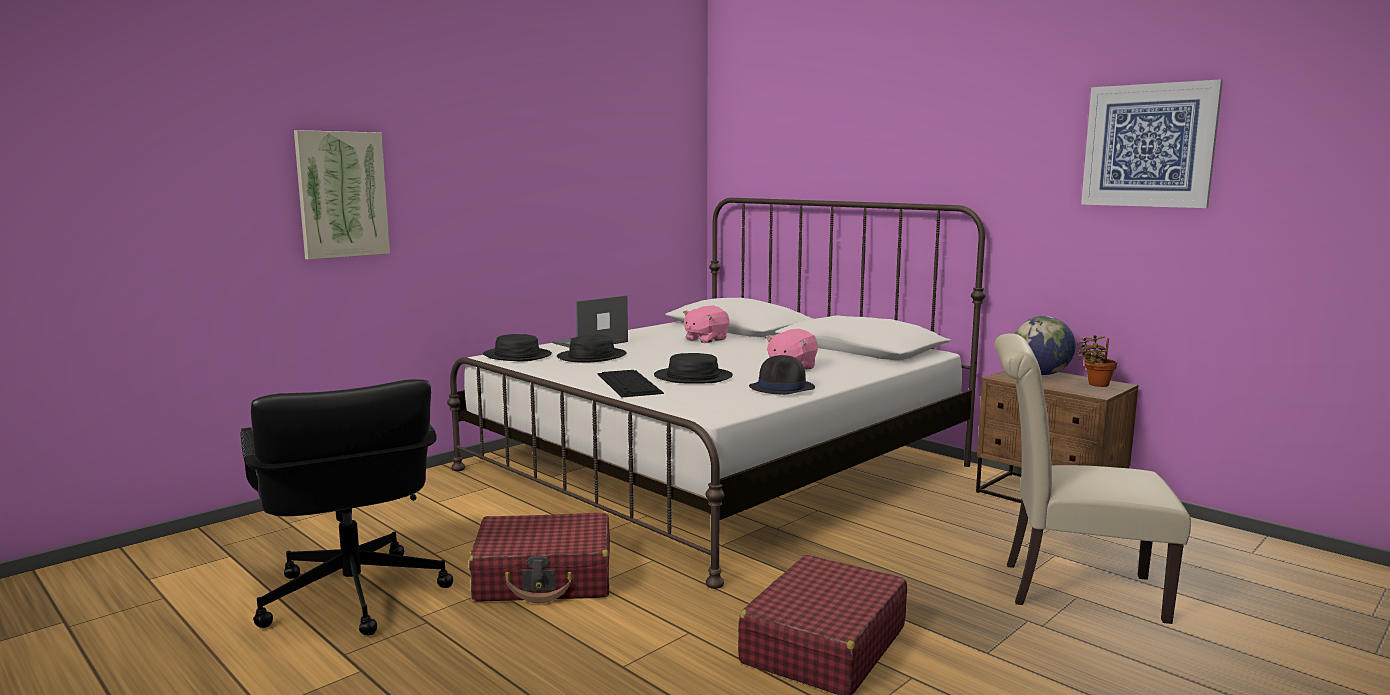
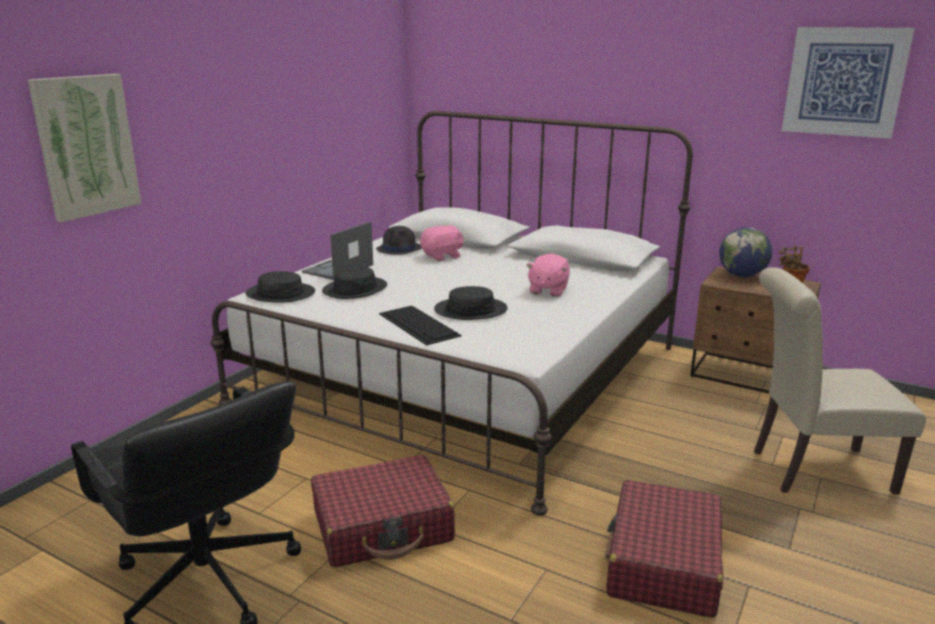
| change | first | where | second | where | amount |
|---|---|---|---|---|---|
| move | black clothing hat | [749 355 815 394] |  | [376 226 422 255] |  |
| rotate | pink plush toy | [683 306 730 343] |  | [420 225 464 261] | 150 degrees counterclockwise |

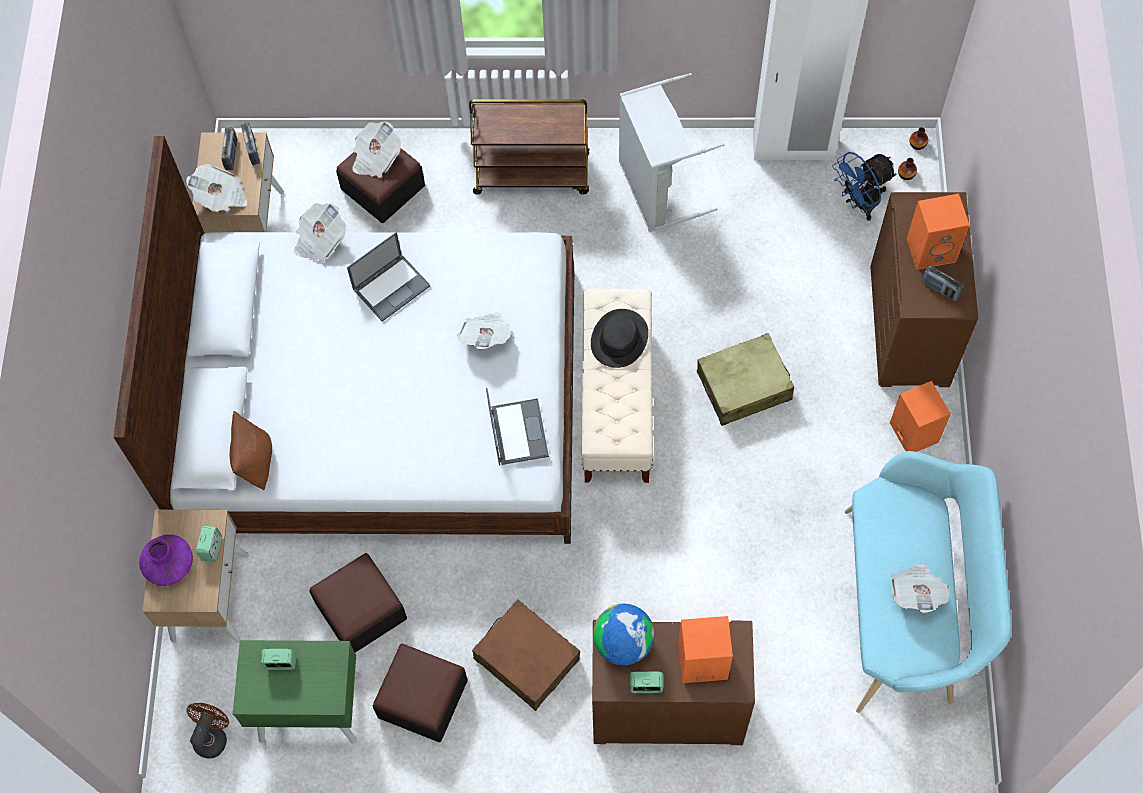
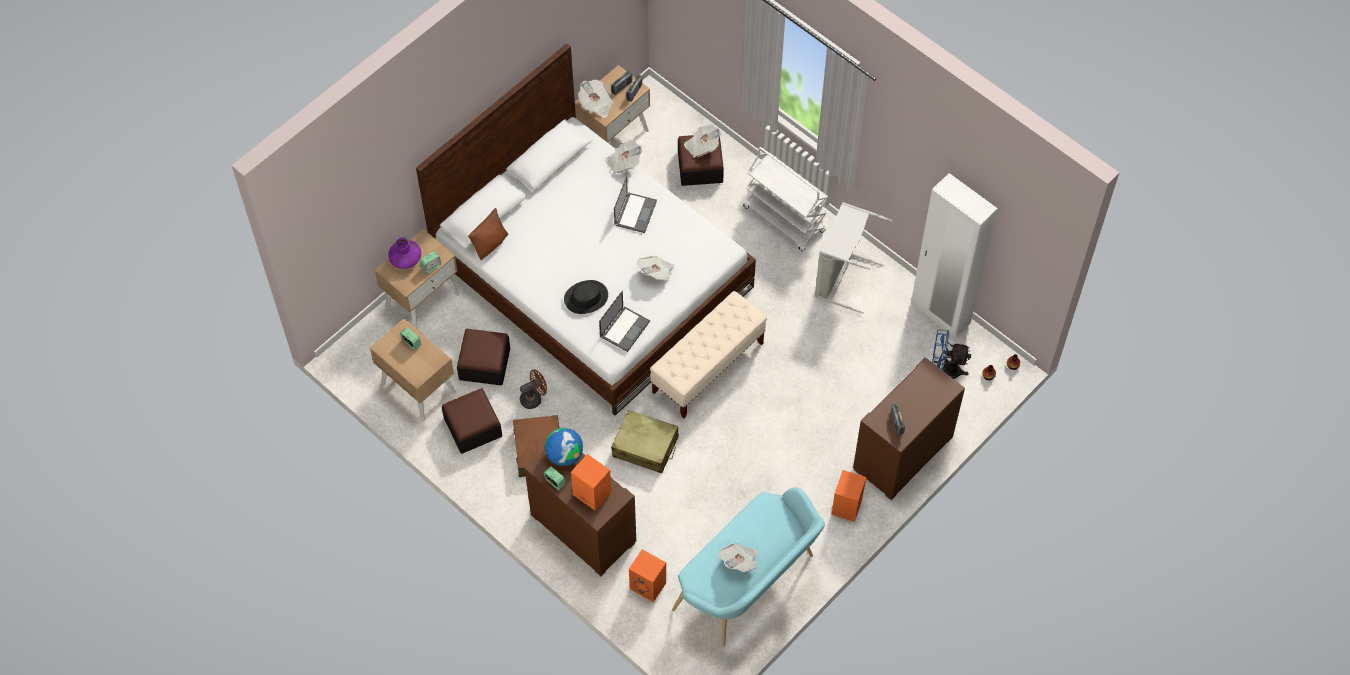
| change | first | where | second | where | amount |
|---|---|---|---|---|---|
| recolor | green nightstand | [233 640 361 744] | beige nightstand | [370 318 456 421] |  |
| move | brownish fan | [186 703 229 759] |  | [520 369 547 409] |  |
| move | black clothing hat | [591 309 648 368] |  | [564 280 608 314] |  |
| move | beige suitcase | [697 333 794 426] |  | [611 410 679 473] |  |
| rotate | notebook computer | [347 232 430 322] |  | [614 176 657 233] | 75 degrees counterclockwise |
| move | orange-coloured loudspeaker | [907 194 970 270] |  | [629 549 666 602] |  |
| recolor | brownish trolley | [469 99 589 195] | white-coloured trolley | [743 147 828 251] |  |

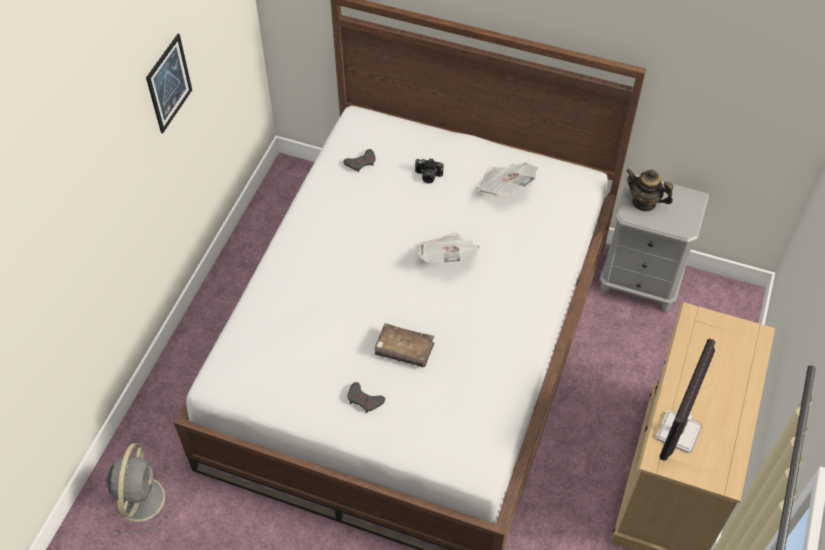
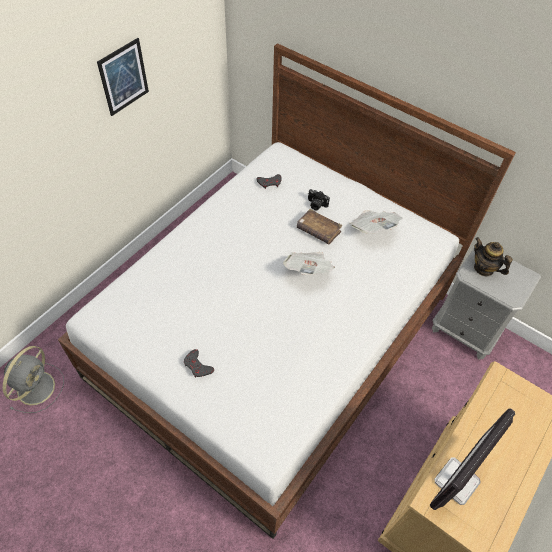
| change | first | where | second | where | amount |
|---|---|---|---|---|---|
| move | brownish volume | [375 323 435 368] |  | [297 209 343 244] |  |

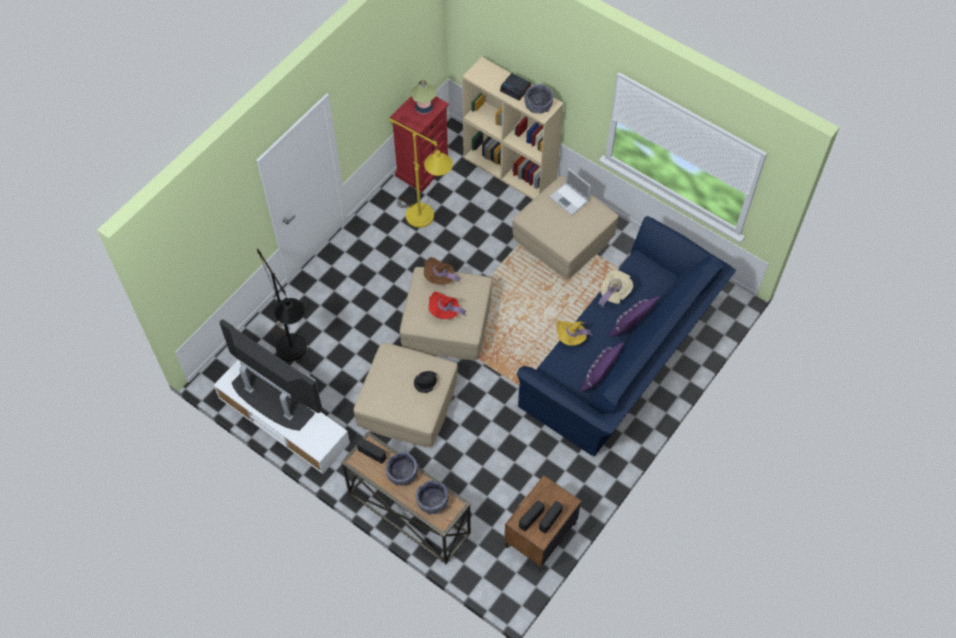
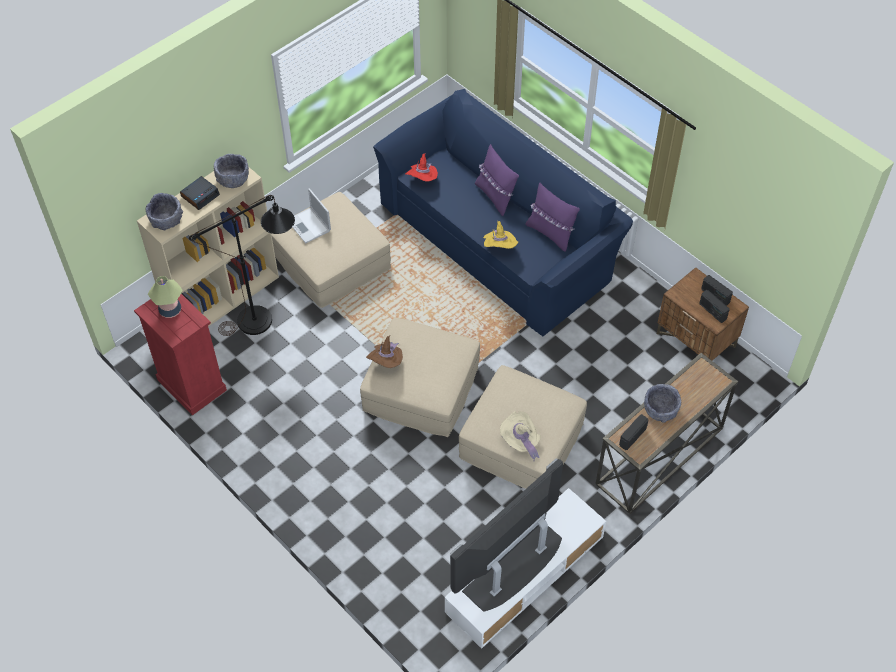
| change | first | where | second | where | amount |
|---|---|---|---|---|---|
| move | greyish serving bowl | [416 481 449 514] |  | [145 193 183 230] |  |
| move | black floor lamp | [257 248 307 361] |  | [189 195 295 336] |  |
| rotate | notebook computer | [549 168 591 215] |  | [293 188 331 243] | 90 degrees clockwise |
| move | red-coloured clothing hat | [429 292 467 319] |  | [405 154 438 182] |  |
| move | beige clothing hat | [597 270 633 308] |  | [500 411 541 461] |  |
| delete | yellow-coloured floor lamp | [389 117 453 228] |  |  |  |
| delete | black clothing hat | [414 371 438 393] |  |  |  |

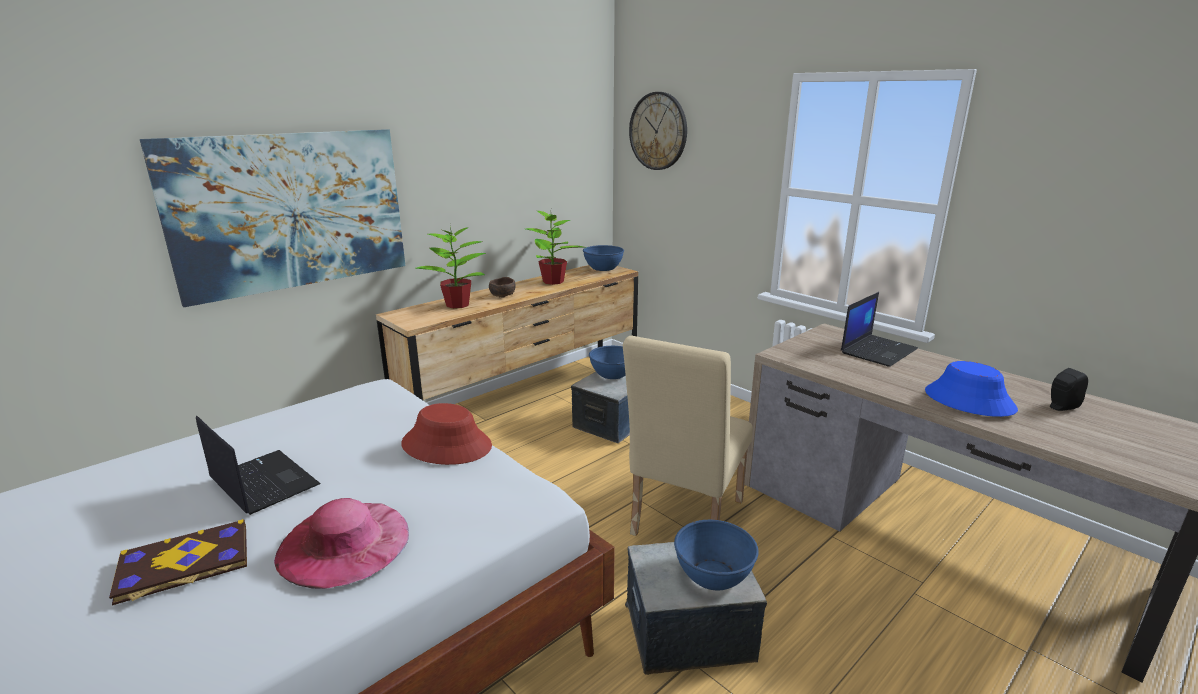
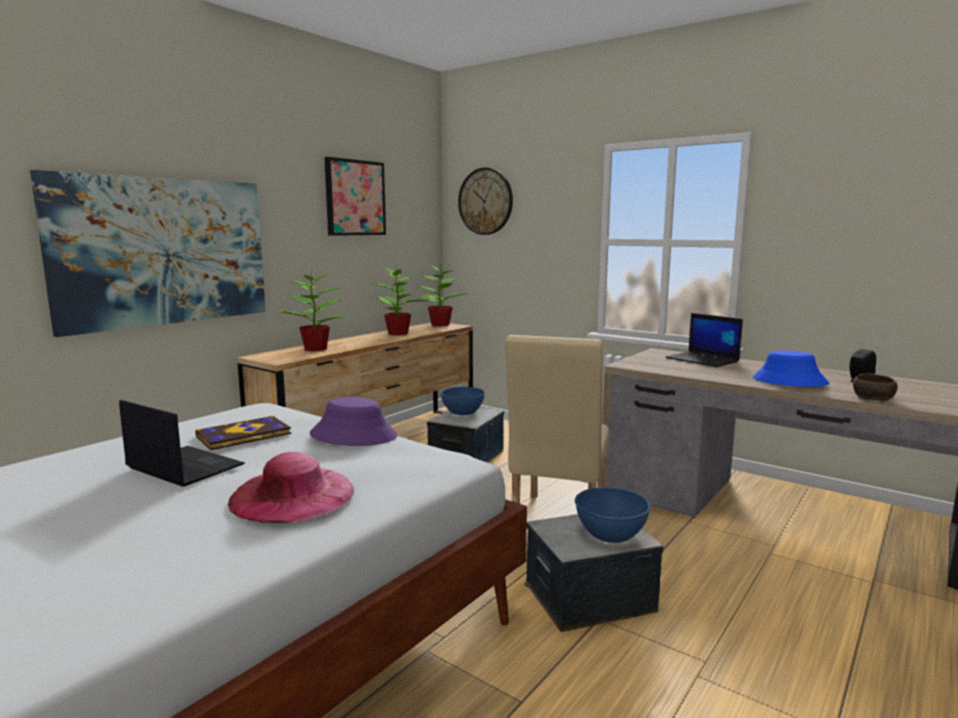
| change | first | where | second | where | amount |
|---|---|---|---|---|---|
| move | volume | [109 519 247 605] |  | [195 415 291 450] |  |
| recolor | red-coloured clothing hat | [401 403 492 465] | purplish clothing hat | [310 397 397 446] |  |
| insert |  |  | wall picture | [324 157 386 236] |  |
| replace | blue-coloured serving bowl | [583 245 624 271] | houseplant | [417 264 469 326] |  |
| rotate | notebook computer | [841 292 918 367] |  | [666 313 743 367] | 105 degrees clockwise |
| move | brownish serving bowl | [489 277 516 298] |  | [853 373 898 401] |  |

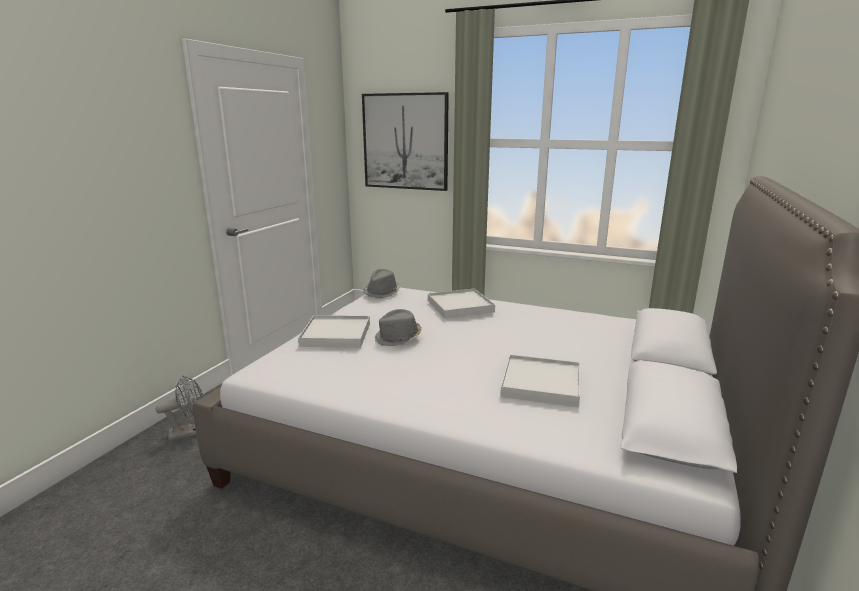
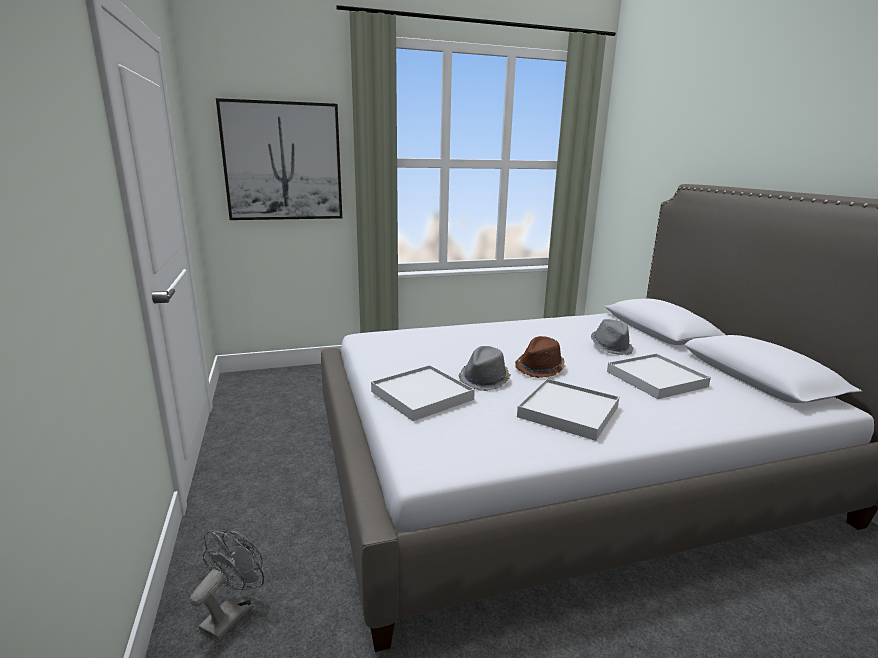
| change | first | where | second | where | amount |
|---|---|---|---|---|---|
| insert |  |  | brownish clothing hat | [515 336 565 378] |  |
| move | white-coloured tray | [428 289 495 318] |  | [517 379 619 441] |  |
| move | greyish clothing hat | [363 269 400 299] |  | [591 319 633 355] |  |

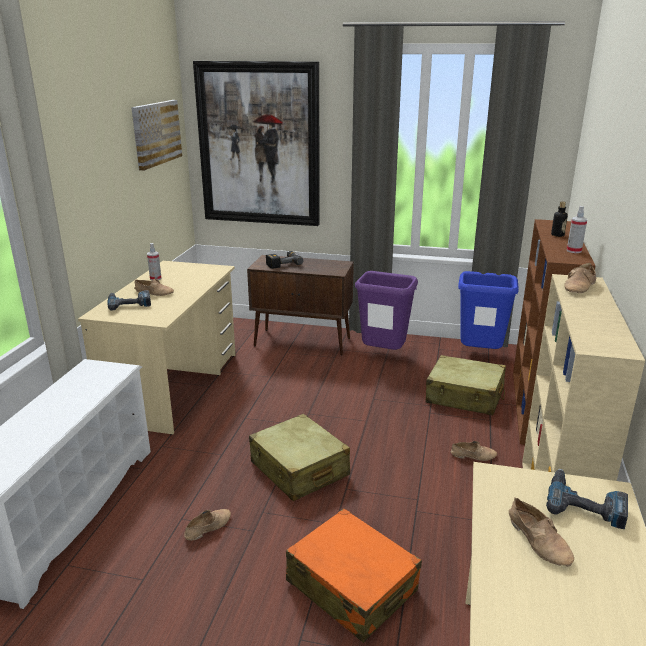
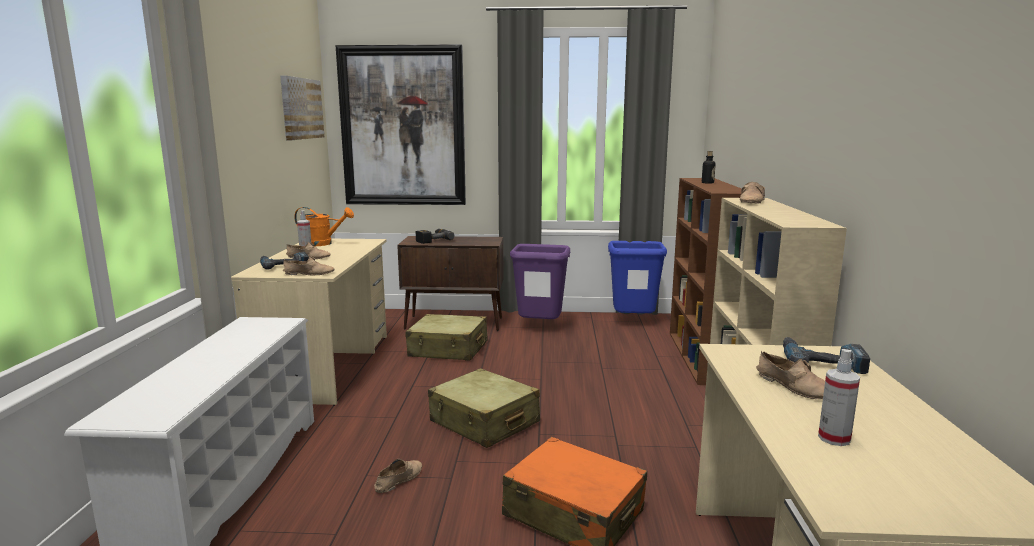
| change | first | where | second | where | amount |
|---|---|---|---|---|---|
| move | beige item of footwear | [451 441 497 461] |  | [283 256 334 275] |  |
| insert |  |  | orange-coloured sprinkling can | [294 207 354 246] |  |
| move | beige suitcase | [426 355 506 415] |  | [405 314 488 361] |  |
| move | hand sprayer | [567 206 587 253] |  | [818 349 860 446] |  |

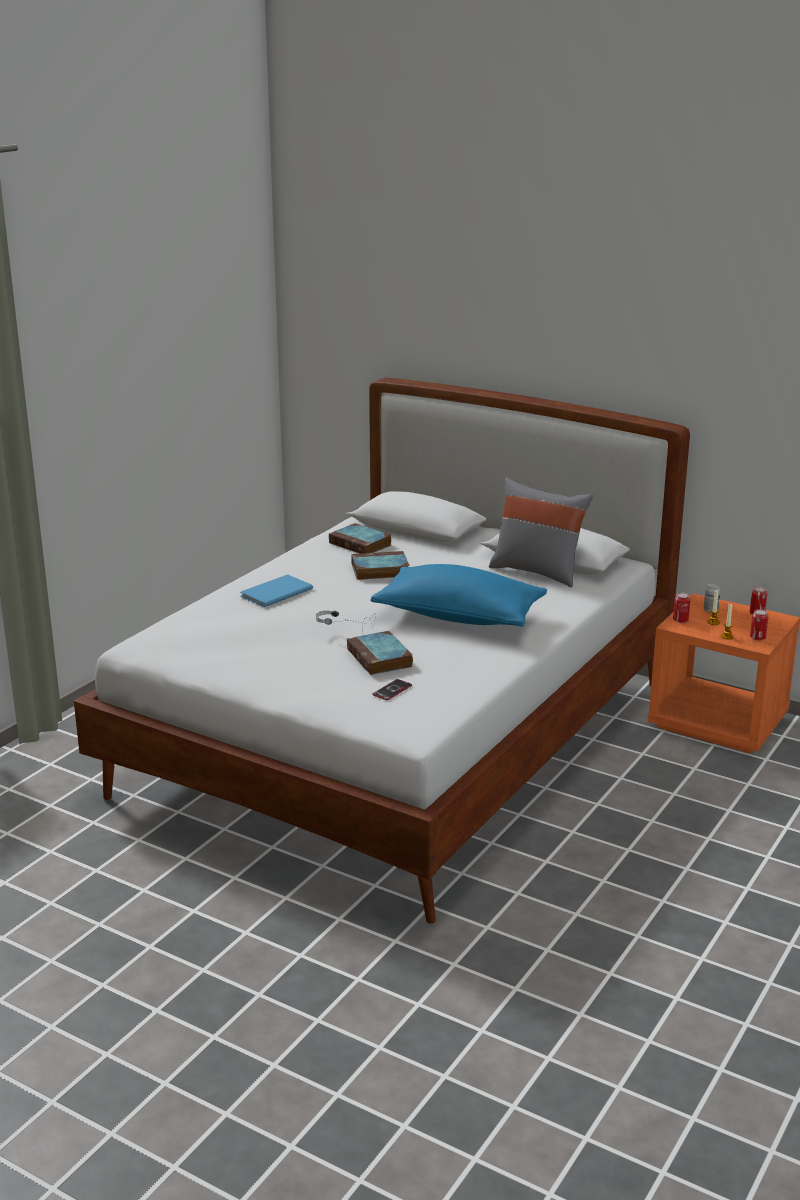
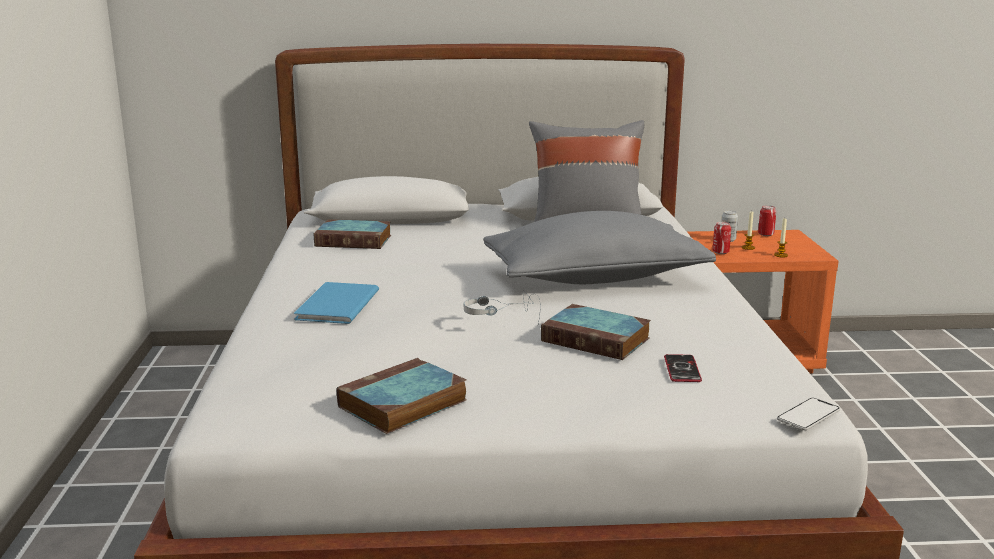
| change | first | where | second | where | amount |
|---|---|---|---|---|---|
| move | volume | [351 551 410 580] |  | [337 358 467 434] |  |
| recolor | blue-coloured pillow | [370 564 547 627] | greyish pillow | [483 211 716 284] |  |
| insert |  |  | phone | [777 398 840 430] |  |
| delete | can | [750 609 768 641] |  |  |  |

